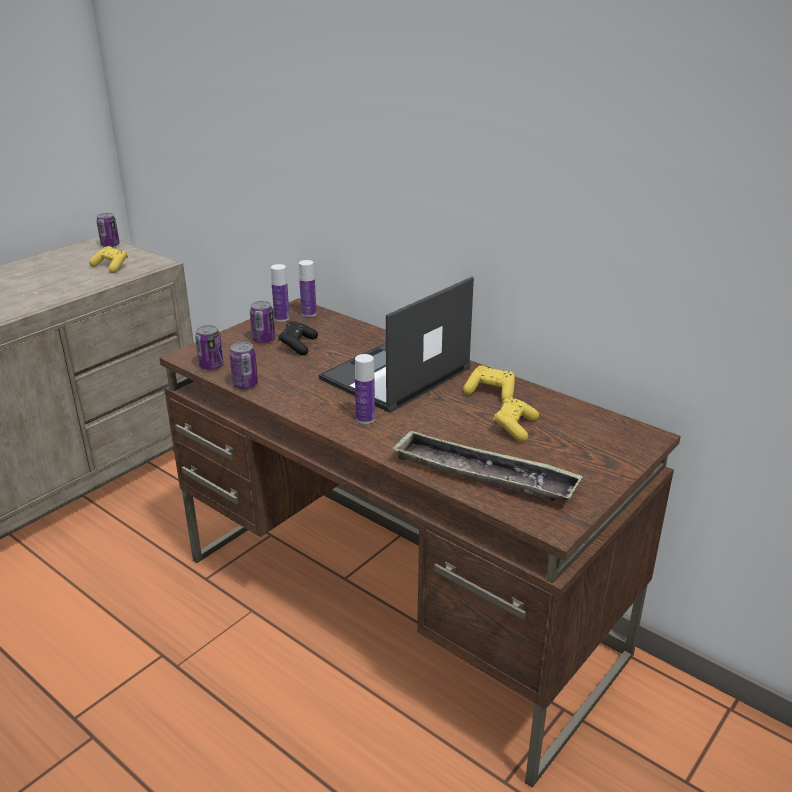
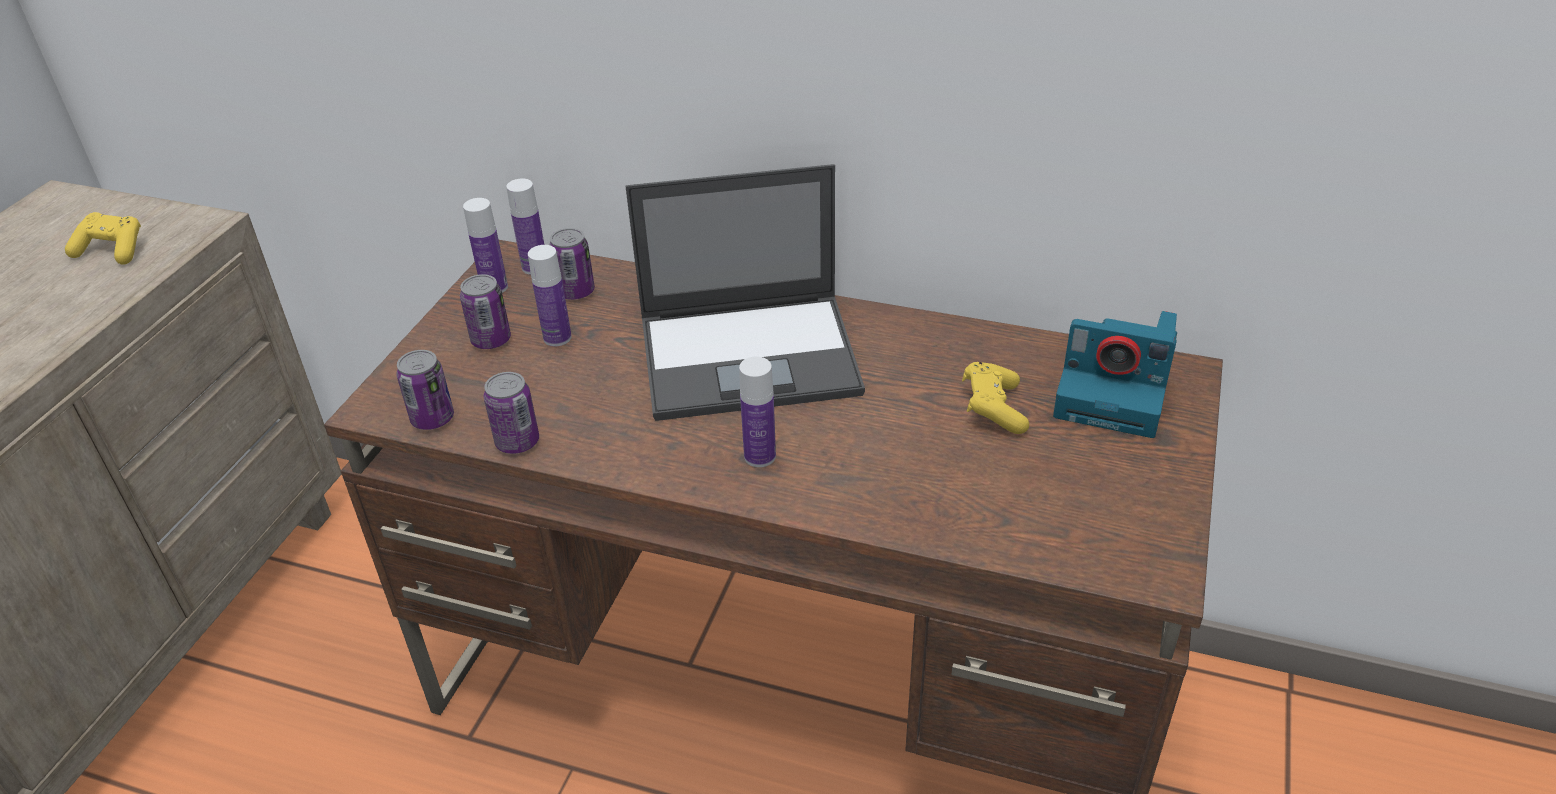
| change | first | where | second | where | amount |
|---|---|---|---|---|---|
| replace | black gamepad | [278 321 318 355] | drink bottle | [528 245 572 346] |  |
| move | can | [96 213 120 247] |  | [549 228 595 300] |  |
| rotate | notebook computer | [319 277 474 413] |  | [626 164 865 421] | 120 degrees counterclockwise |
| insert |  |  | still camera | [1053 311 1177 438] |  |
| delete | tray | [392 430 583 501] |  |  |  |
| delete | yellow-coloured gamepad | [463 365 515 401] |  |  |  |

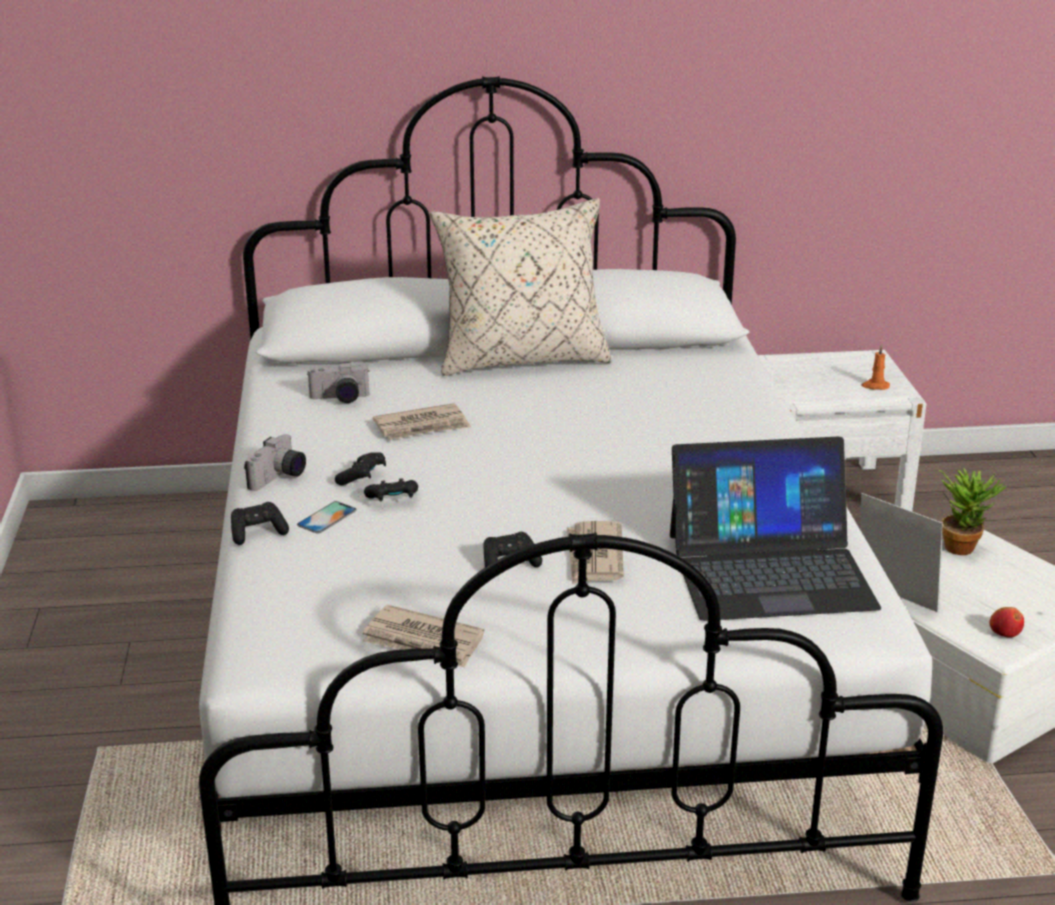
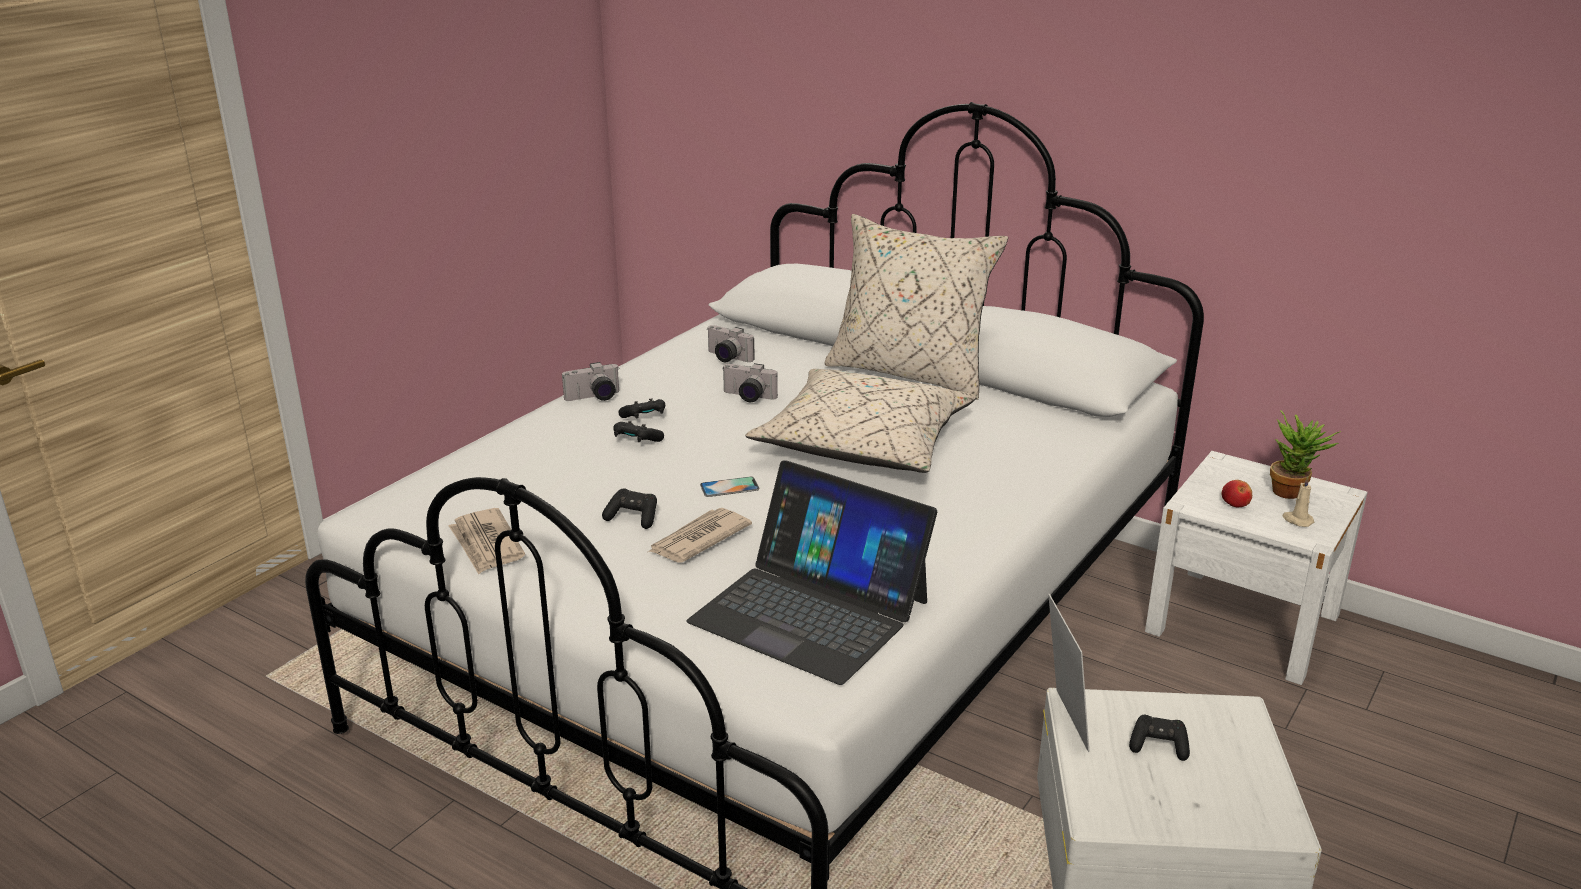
| change | first | where | second | where | amount |
|---|---|---|---|---|---|
| move | phone | [297 501 357 534] |  | [700 477 759 497] |  |
| replace | newspaper | [373 403 471 440] | still camera | [723 363 778 402] |  |
| insert |  |  | beige pillow | [746 369 976 473] |  |
| move | black gamepad | [231 502 289 545] |  | [1129 715 1190 761] |  |
| move | apple | [989 607 1024 638] |  | [1222 480 1252 507] |  |
| move | houseplant | [939 468 1007 555] |  | [1270 411 1341 499] |  |
| recolor | orange-coloured wax candle | [861 345 890 390] | beige wax candle | [1282 476 1314 527] |  |

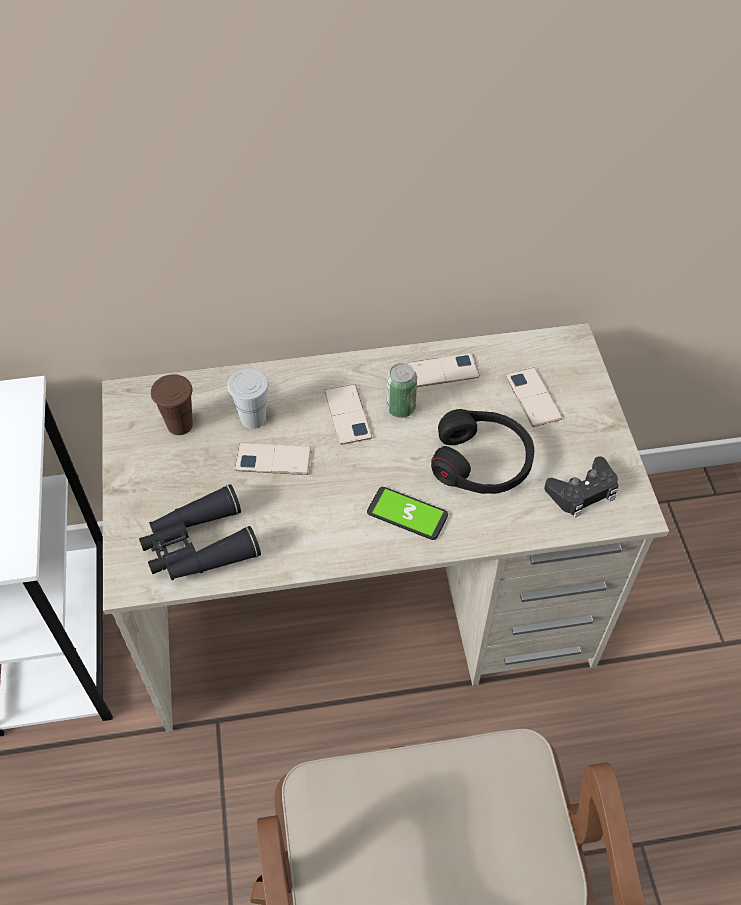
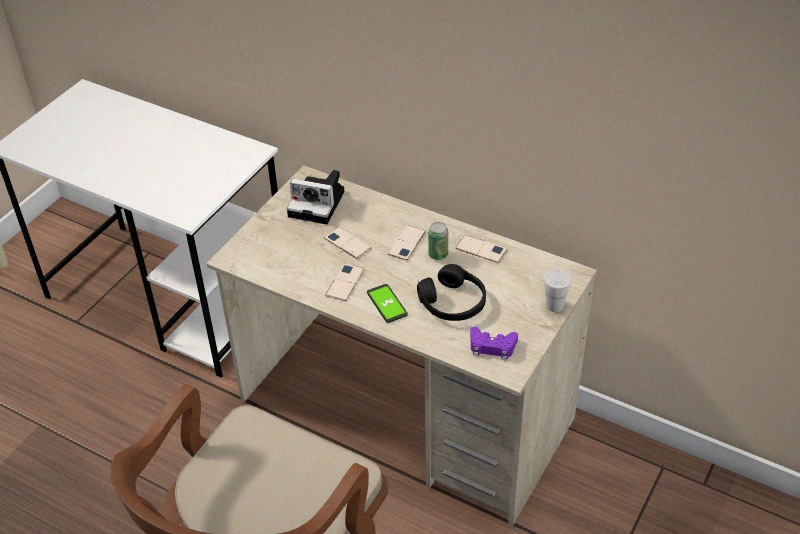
| change | first | where | second | where | amount |
|---|---|---|---|---|---|
| replace | brownish small cup | [151 374 193 435] | still camera | [287 170 344 224] |  |
| move | phone | [506 367 562 427] |  | [325 263 364 301] |  |
| recolor | black gamepad | [544 456 619 518] | purplish gamepad | [470 327 518 361] |  |
| move | white-coloured small cup | [227 368 269 429] |  | [543 269 572 312] |  |
| delete | black binoculars | [139 484 261 580] |  |  |  |

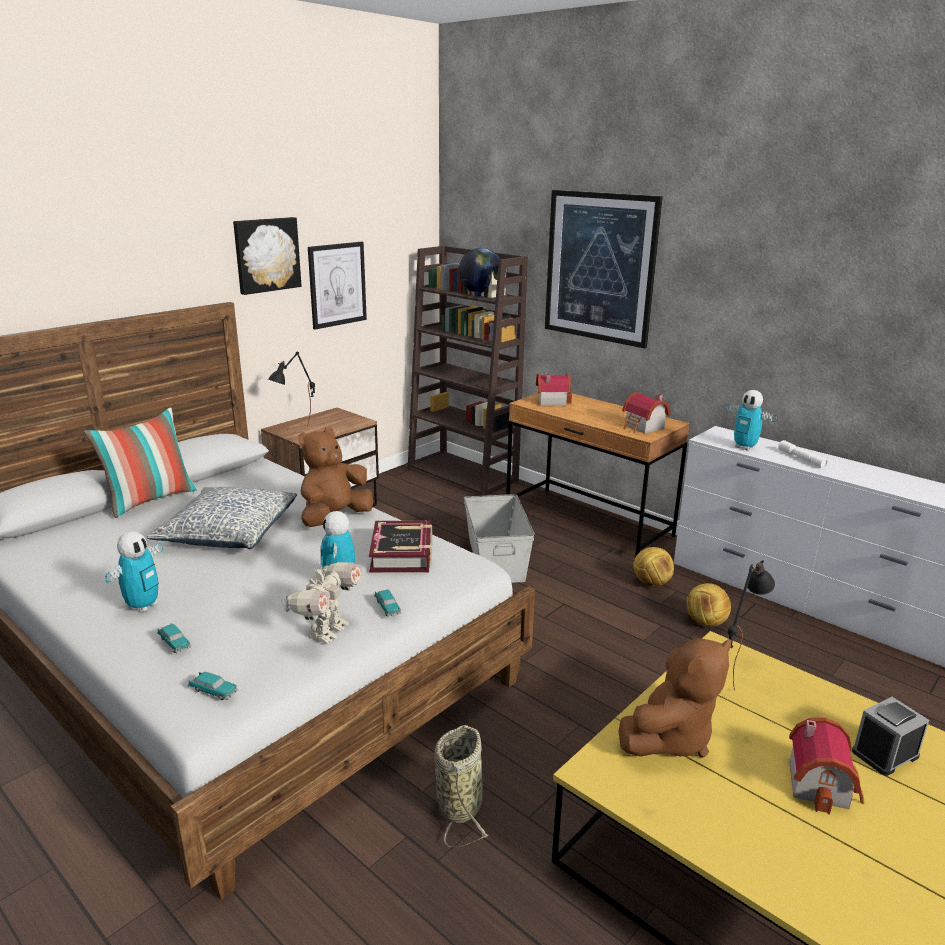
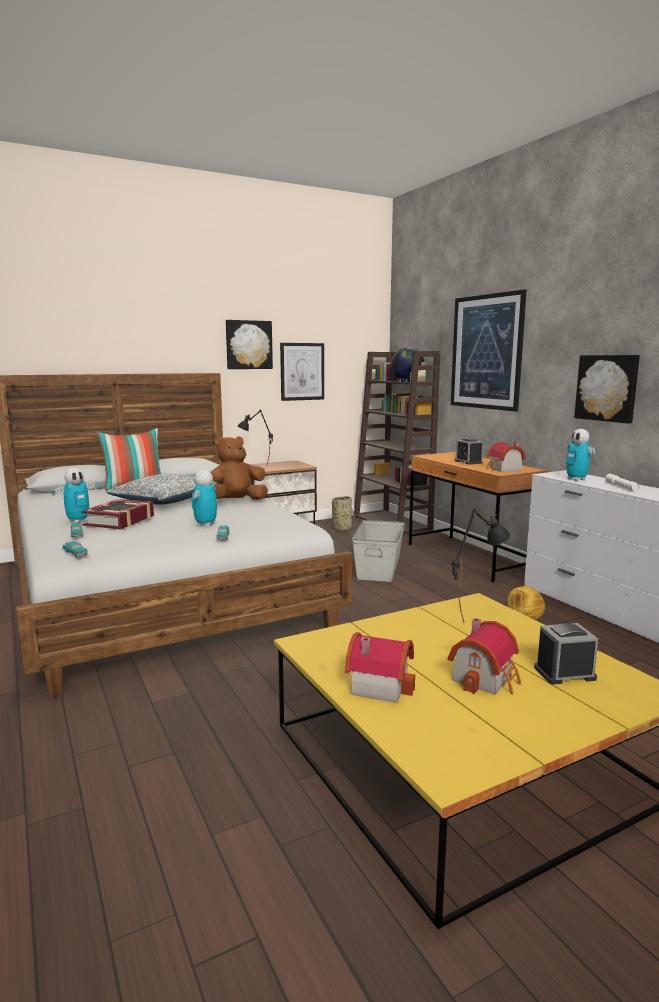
| change | first | where | second | where | amount |
|---|---|---|---|---|---|
| move | volume | [369 521 432 573] |  | [81 499 154 530] |  |
| move | household basket | [435 725 489 847] |  | [331 496 356 532] |  |
| move | model house | [536 373 572 406] |  | [345 632 415 703] |  |
| insert |  |  | table clock | [455 438 483 465] |  |
| insert |  |  | wall picture | [574 355 640 424] |  |
| delete | model robot | [281 562 363 644] |  |  |  |
| delete | brownish plush toy | [618 638 732 757] |  |  |  |
| delete | ball for football | [633 547 674 586] |  |  |  |

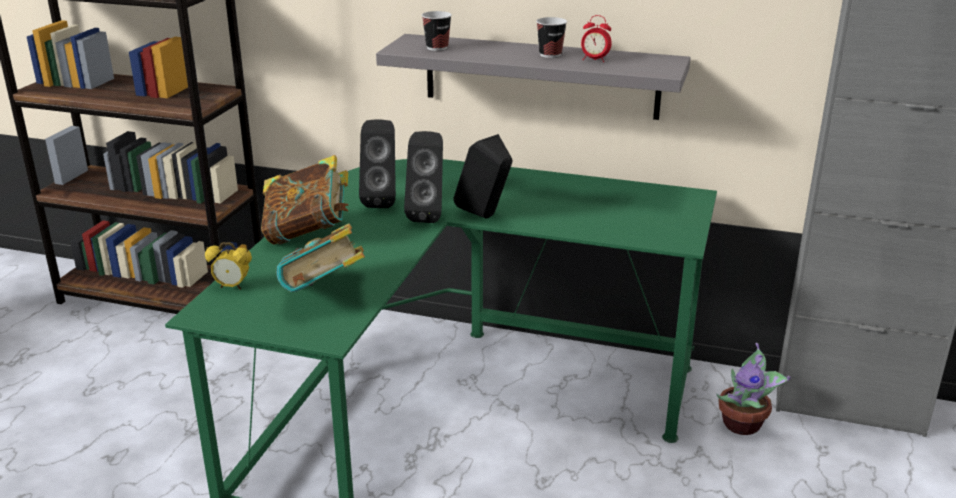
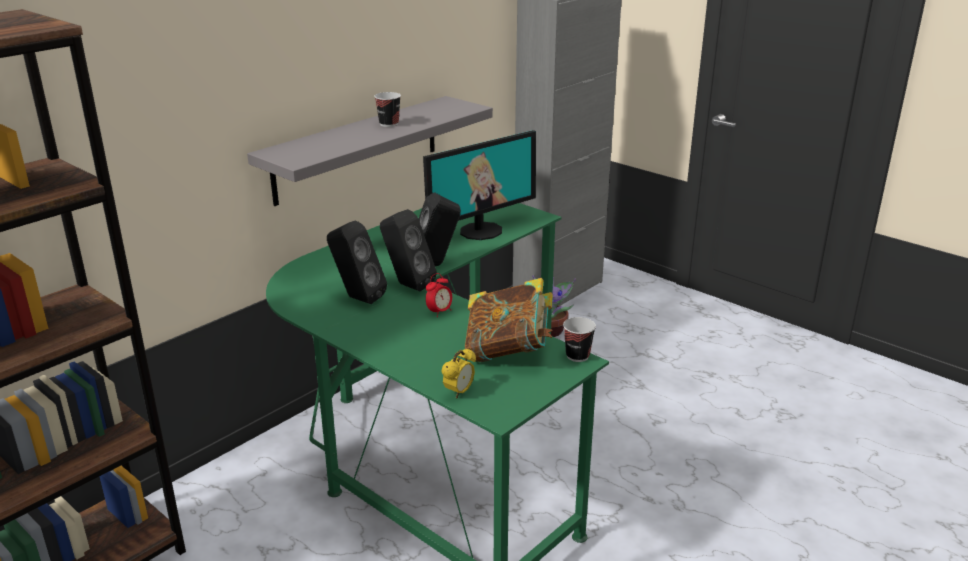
| change | first | where | second | where | amount |
|---|---|---|---|---|---|
| insert |  |  | computer display | [423 130 536 240] |  |
| move | table clock | [581 15 612 62] |  | [426 273 452 317] |  |
| move | small cup | [422 11 452 51] |  | [563 317 596 362] |  |
| delete | volume | [261 155 349 245] |  |  |  |

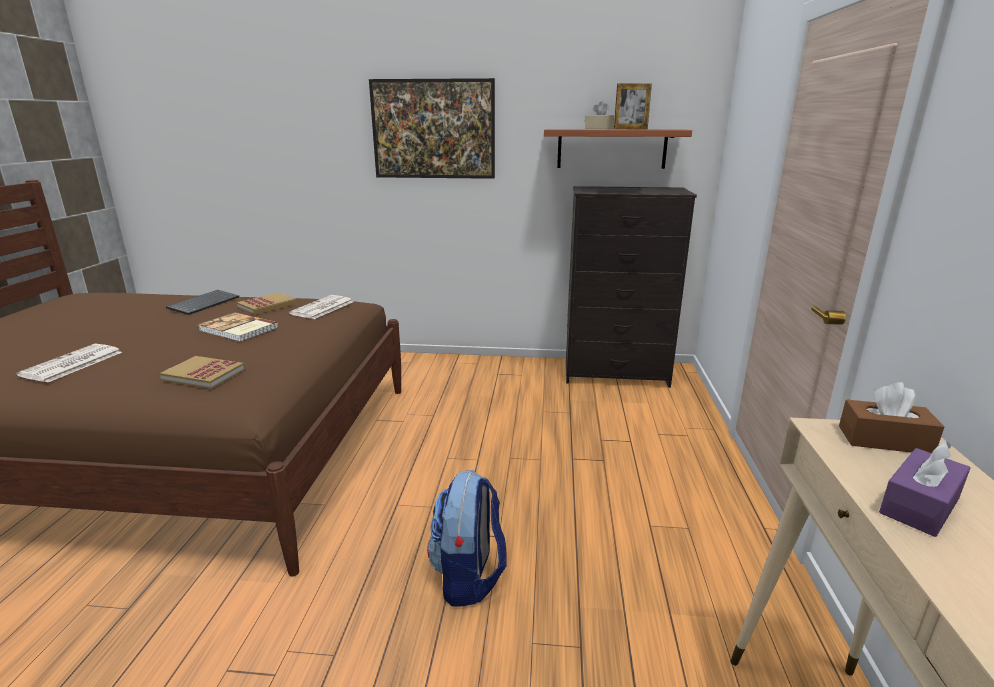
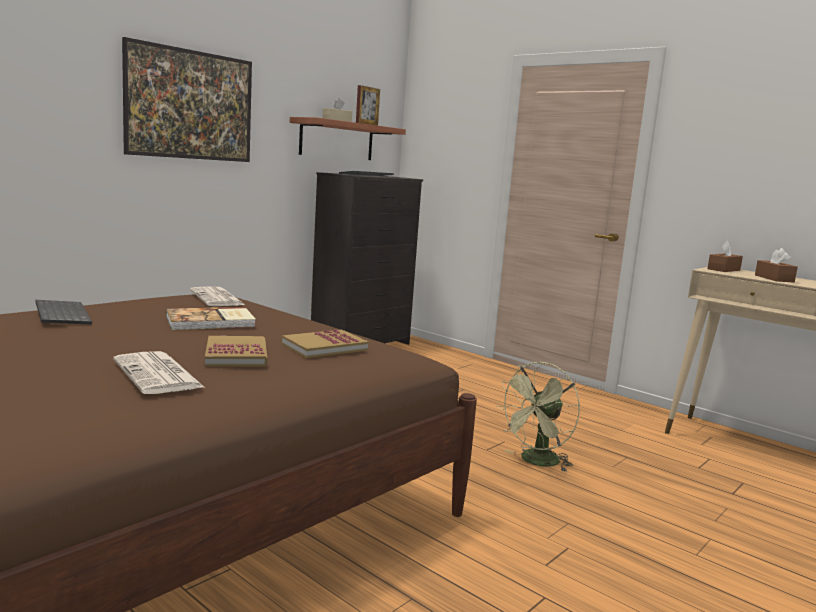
| change | first | where | second | where | amount |
|---|---|---|---|---|---|
| move | volume | [237 293 297 315] |  | [205 336 267 367] |  |
| replace | backpack | [427 470 507 607] | green fan | [496 362 580 472] |  |
| recolor | purplish tissue box | [879 441 970 537] | brownish tissue box | [755 248 798 282] |  |

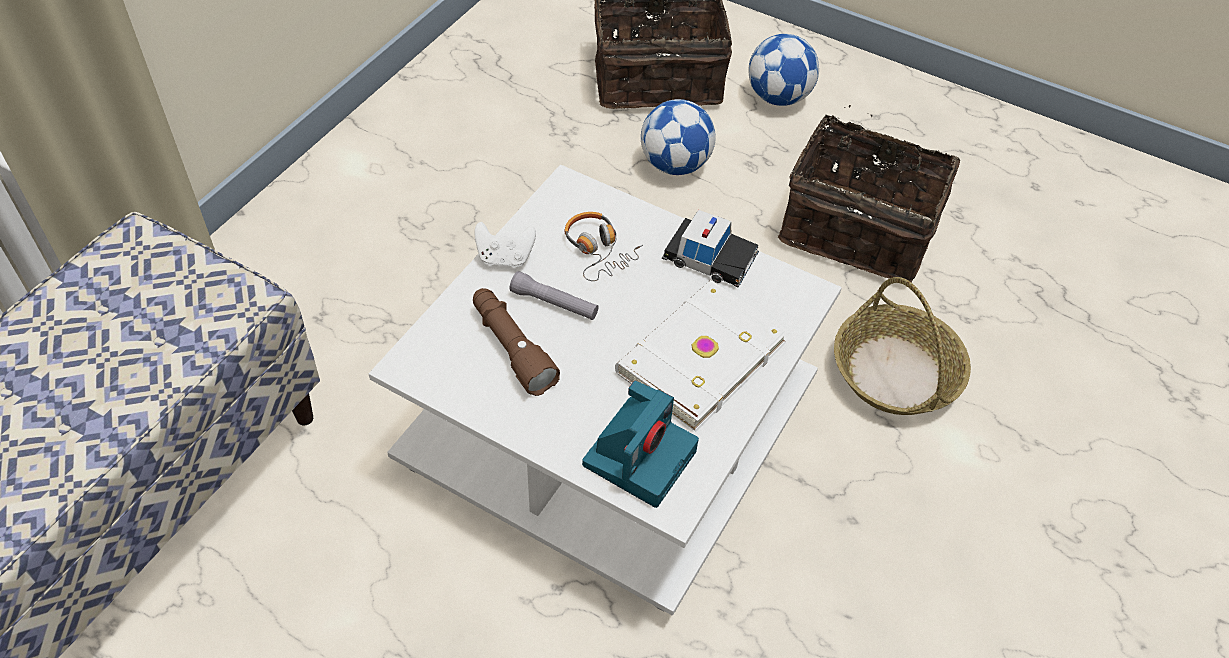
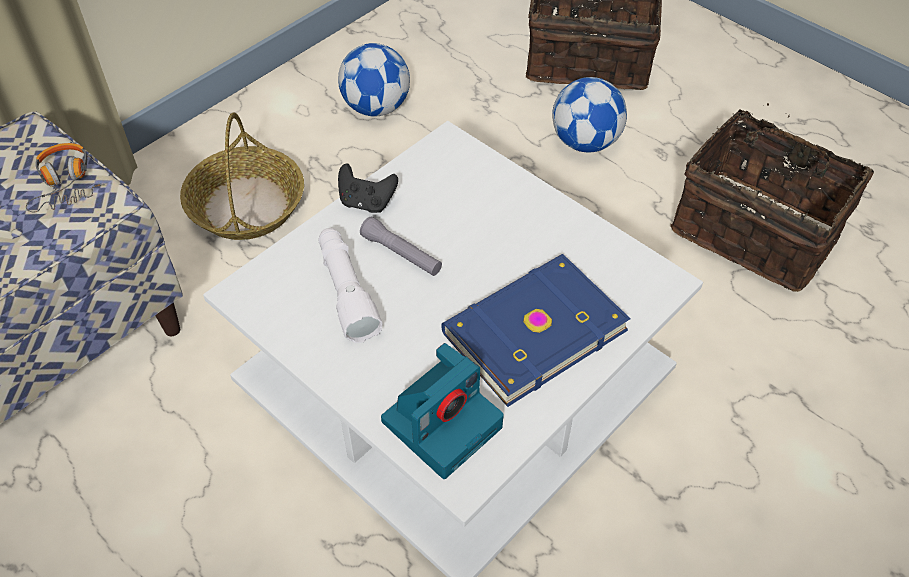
| change | first | where | second | where | amount |
|---|---|---|---|---|---|
| move | headphones | [564 212 643 281] |  | [26 143 104 212] |  |
| move | household basket | [834 277 971 415] |  | [180 113 304 240] |  |
| recolor | brownish torch | [473 288 560 396] | white-coloured torch | [318 228 383 343] |  |
| move | ball for football | [748 34 819 106] |  | [338 43 410 116] |  |
| recolor | white-coloured gamepad | [474 222 536 267] | black gamepad | [338 163 398 213] |  |
| recolor | white-coloured volume | [615 280 789 431] | blue-coloured volume | [441 254 631 407] |  |
| delete | toy car | [662 210 759 287] |  |  |  |

